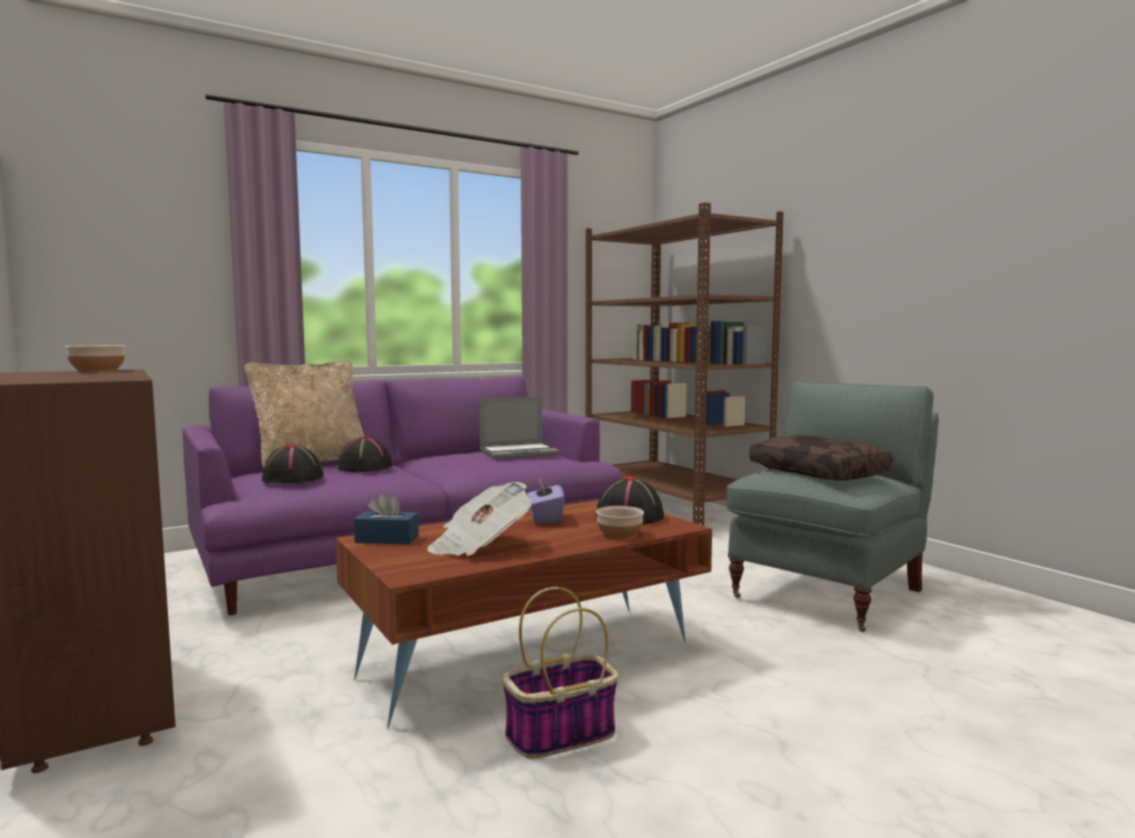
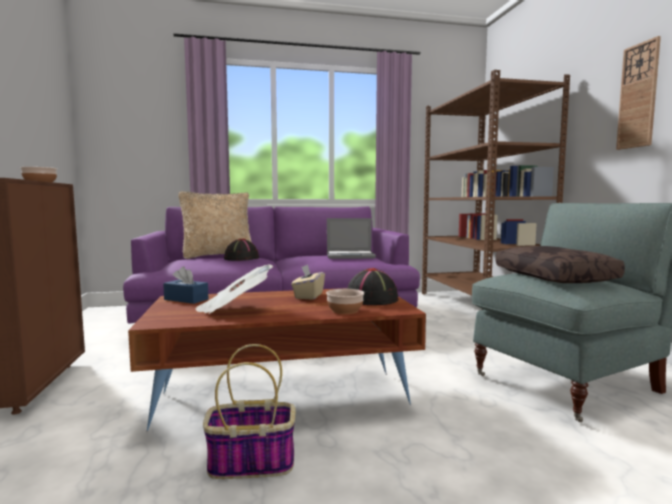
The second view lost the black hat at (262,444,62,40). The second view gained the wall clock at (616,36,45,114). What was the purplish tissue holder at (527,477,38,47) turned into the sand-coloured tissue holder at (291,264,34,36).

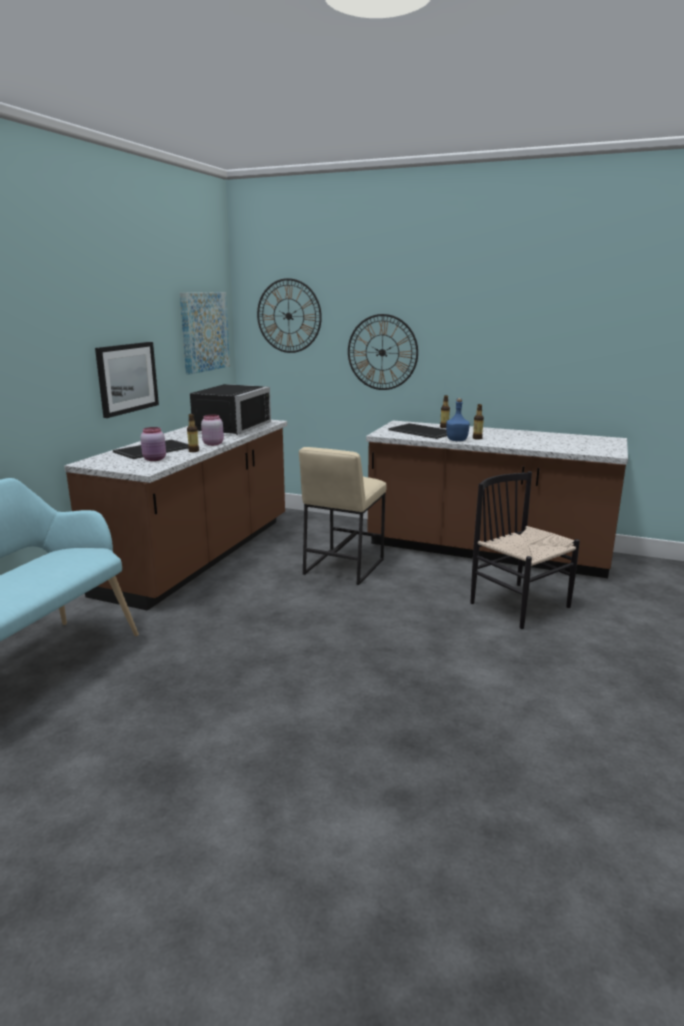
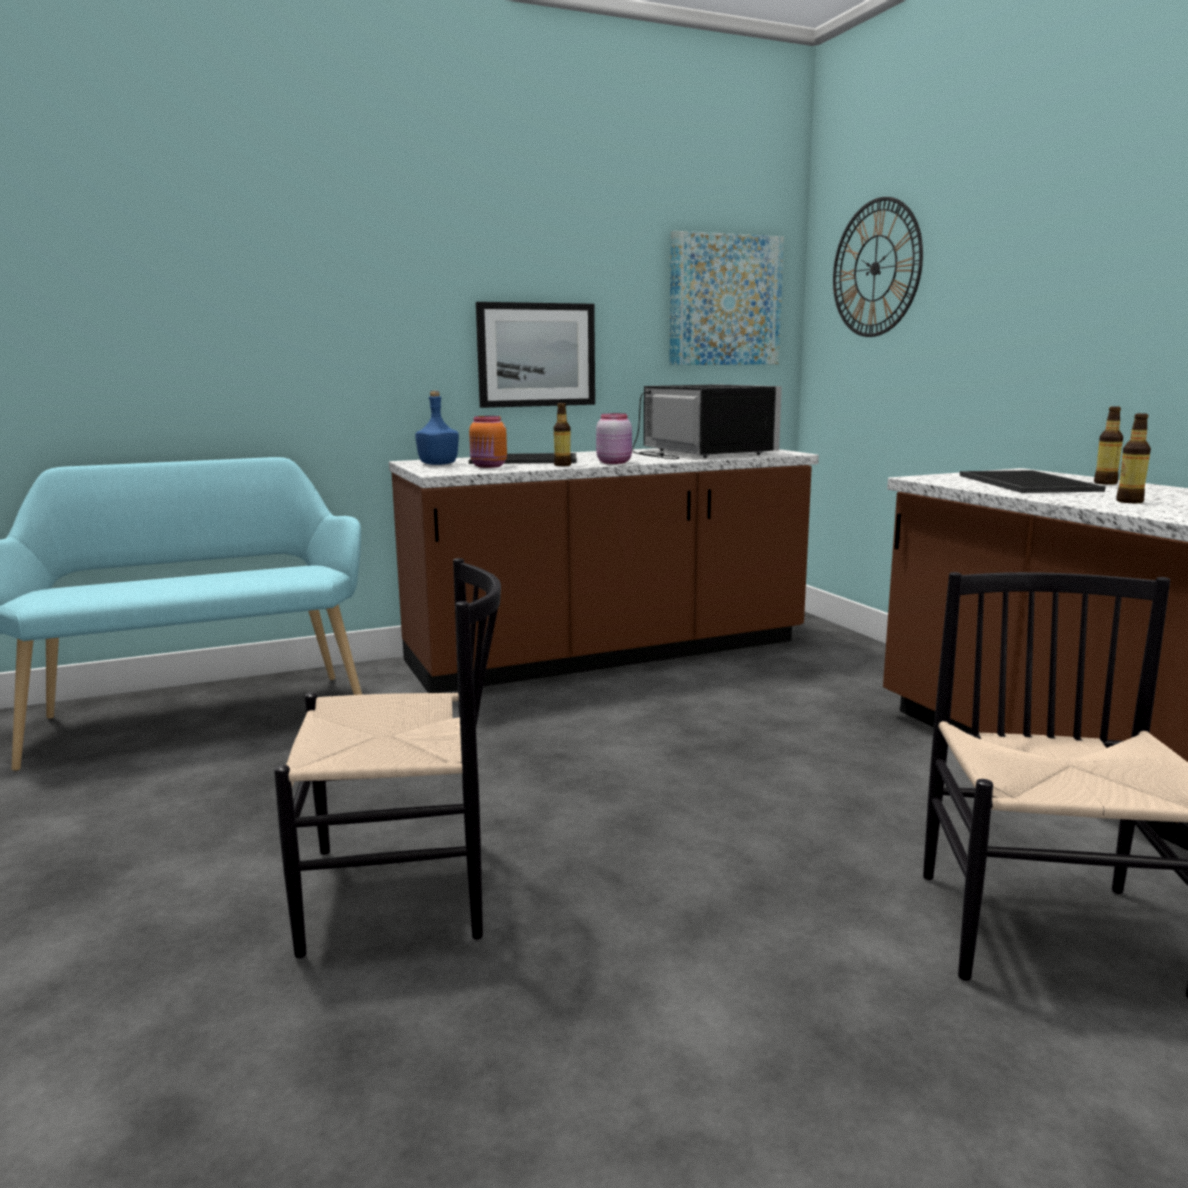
The second view lost the sand-coloured plain chair at (299,447,88,138). The second view lost the wall clock at (348,314,70,76). The second view gained the black plain chair at (274,558,227,400). The blue drink bottle ended up elsewhere, having gone from (446,398,24,43) to (415,391,44,74). What was the pinkish preserve jar at (140,427,26,34) turned into the orange-coloured preserve jar at (469,416,38,52). The black microwave at (190,384,81,51) ended up facing another way, 90 degrees counterclockwise from before.

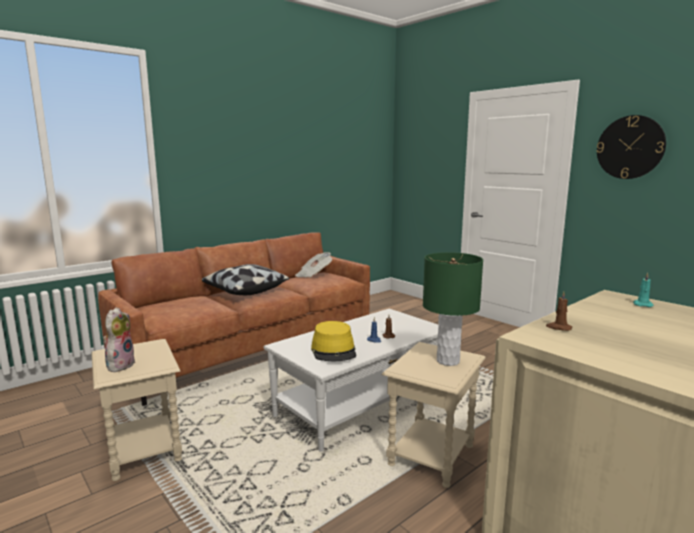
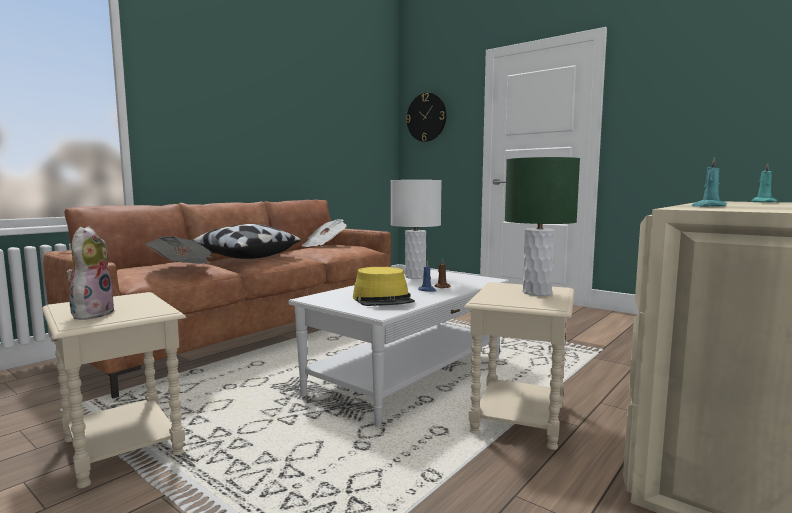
The second view gained the printed paper at (146,236,66,28). The second view gained the white tabletop lamp at (391,180,51,99). The wall clock ended up elsewhere, having gone from (596,115,70,64) to (406,93,41,49). What was the brownish candle at (546,291,26,40) turned into the turquoise-coloured candle at (692,157,35,50).

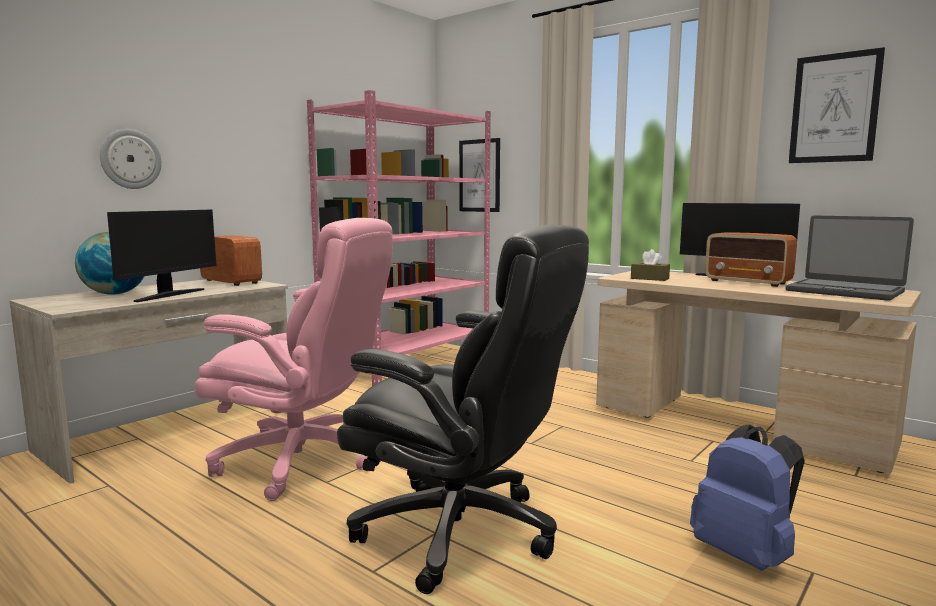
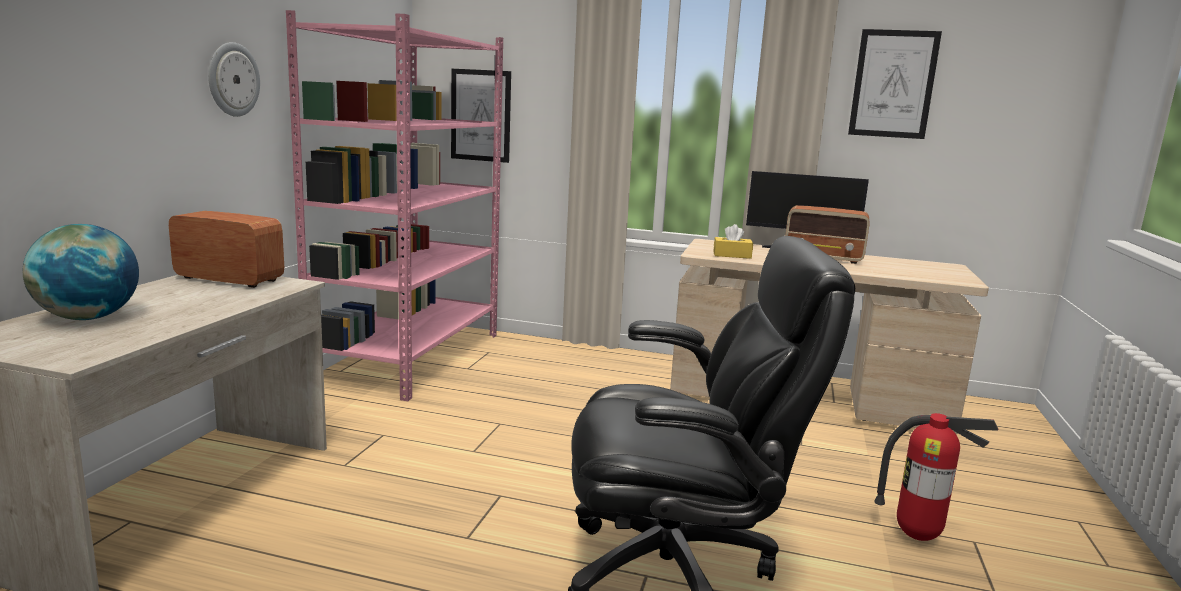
The second view lost the computer display at (107,210,110,92). The second view lost the pinkish computer chair at (195,218,198,283). The second view lost the laptop at (785,216,129,85). The wall clock ended up elsewhere, having gone from (100,129,62,60) to (208,42,52,75). Where the blue backpack stood at (690,424,115,147), the fire-fighting cylinder came to stand at (874,413,124,128). What was the brownish tissue holder at (631,249,39,32) turned into the yellow tissue holder at (713,224,40,35).

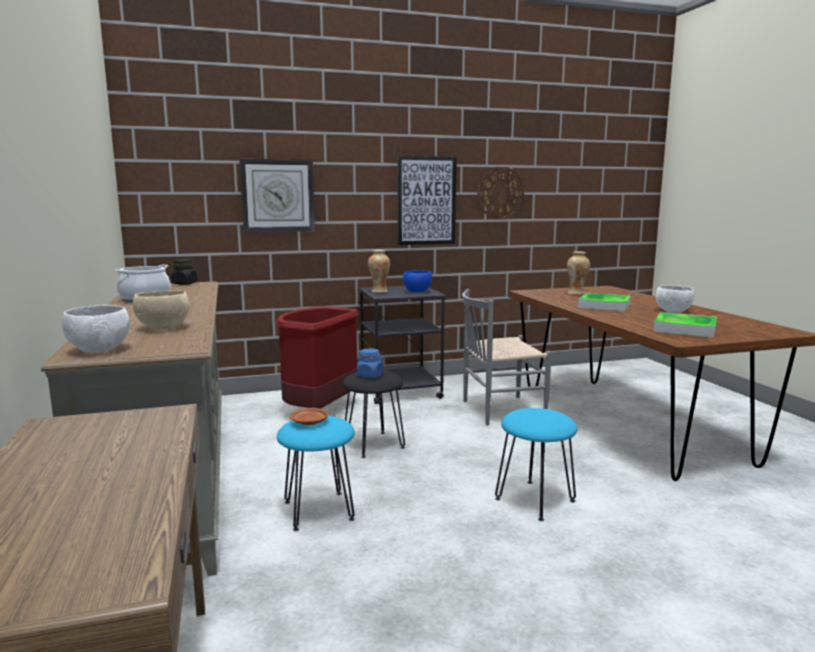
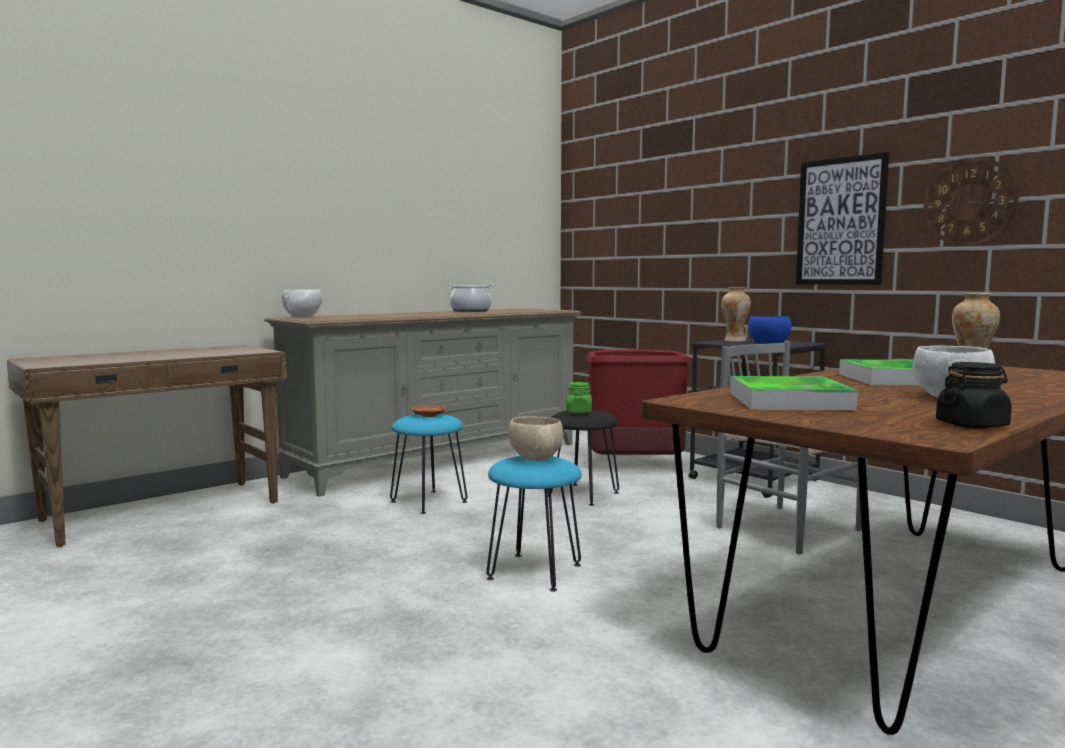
The second view lost the wall clock at (239,159,76,73). The sand-coloured serving bowl ended up elsewhere, having gone from (133,290,57,39) to (508,416,56,45). The black preserve jar ended up elsewhere, having gone from (171,259,27,26) to (936,362,76,67). What was the blue preserve jar at (357,349,27,29) turned into the greenish preserve jar at (566,382,26,32).

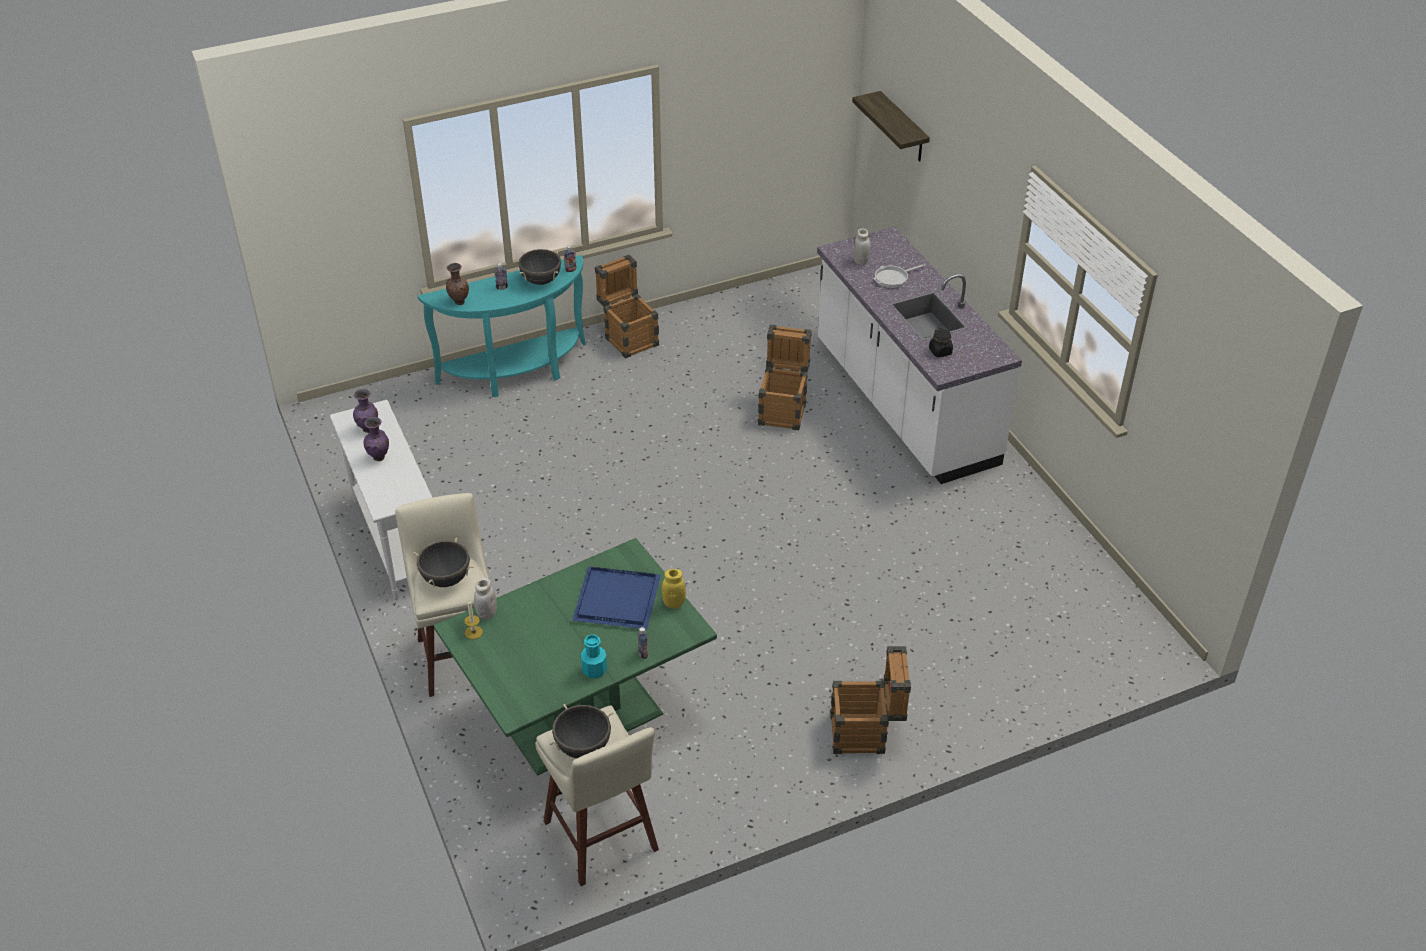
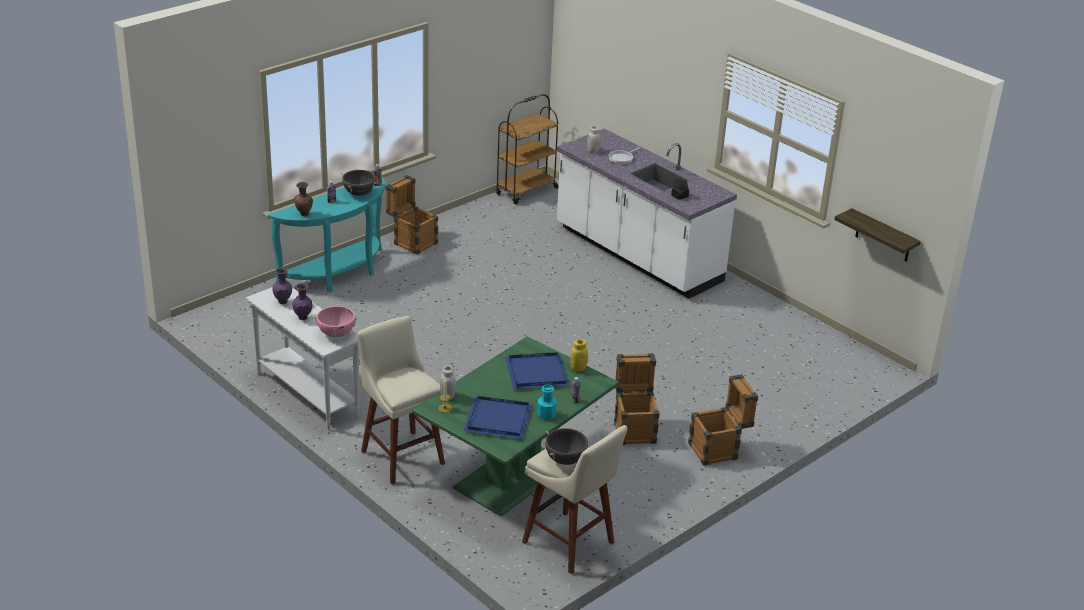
The second view lost the black stockpot at (413,538,60,49). The second view gained the pinkish stockpot at (312,304,48,33). The second view gained the blue tray at (464,396,69,43). The second view gained the brownish trolley at (495,94,64,110). The crate ended up elsewhere, having gone from (758,325,54,105) to (614,353,46,92). The bracket shelf ended up elsewhere, having gone from (852,91,78,71) to (834,208,87,54).

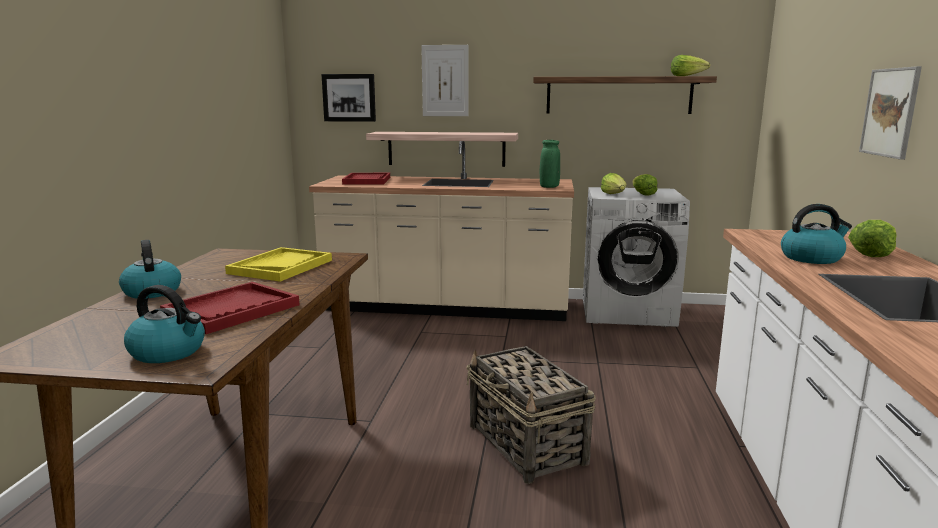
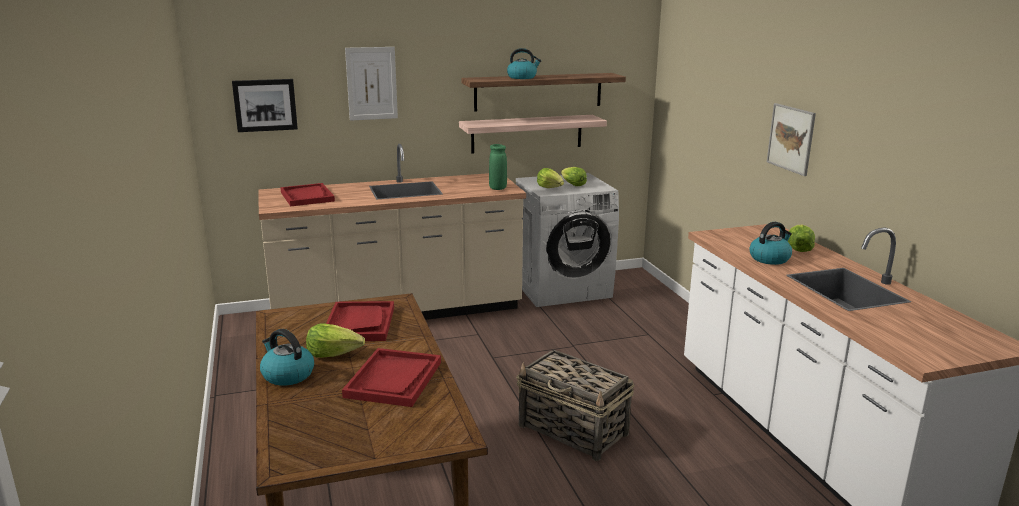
The water kettle ended up elsewhere, having gone from (124,285,81,78) to (507,48,34,31). The bracket shelf ended up elsewhere, having gone from (366,132,152,35) to (459,115,148,39). The lettuce head ended up elsewhere, having gone from (671,55,39,21) to (306,323,59,35). What was the yellow tray at (225,247,107,35) turned into the red-coloured tray at (326,301,68,40).

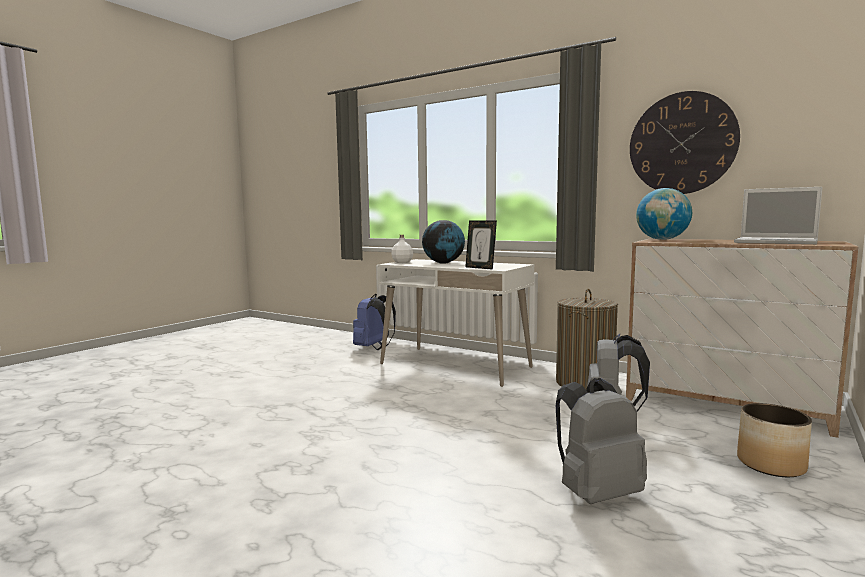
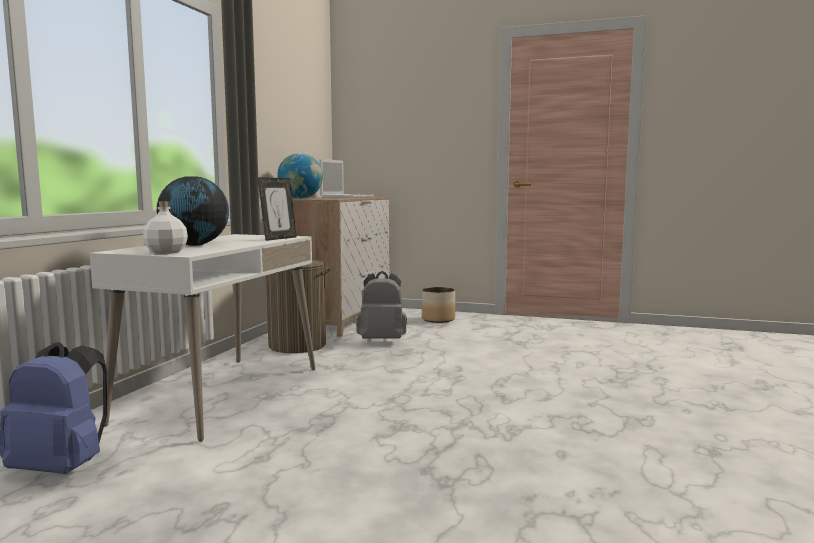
The second view lost the greyish backpack at (556,378,91,126). The second view lost the wall clock at (630,91,110,103).

